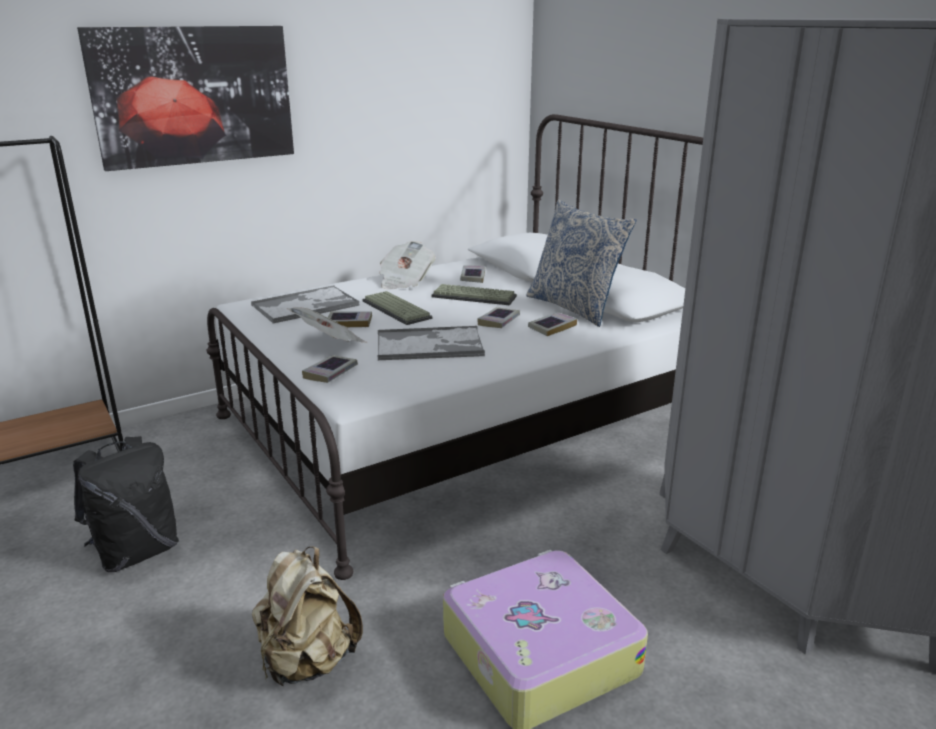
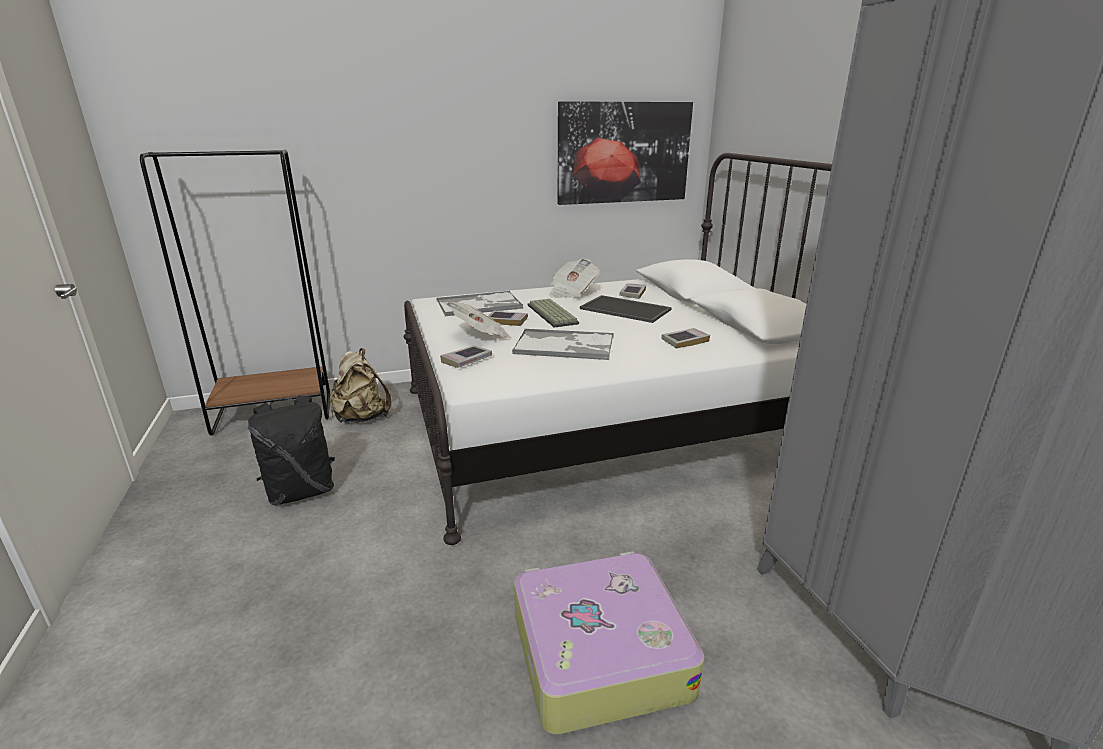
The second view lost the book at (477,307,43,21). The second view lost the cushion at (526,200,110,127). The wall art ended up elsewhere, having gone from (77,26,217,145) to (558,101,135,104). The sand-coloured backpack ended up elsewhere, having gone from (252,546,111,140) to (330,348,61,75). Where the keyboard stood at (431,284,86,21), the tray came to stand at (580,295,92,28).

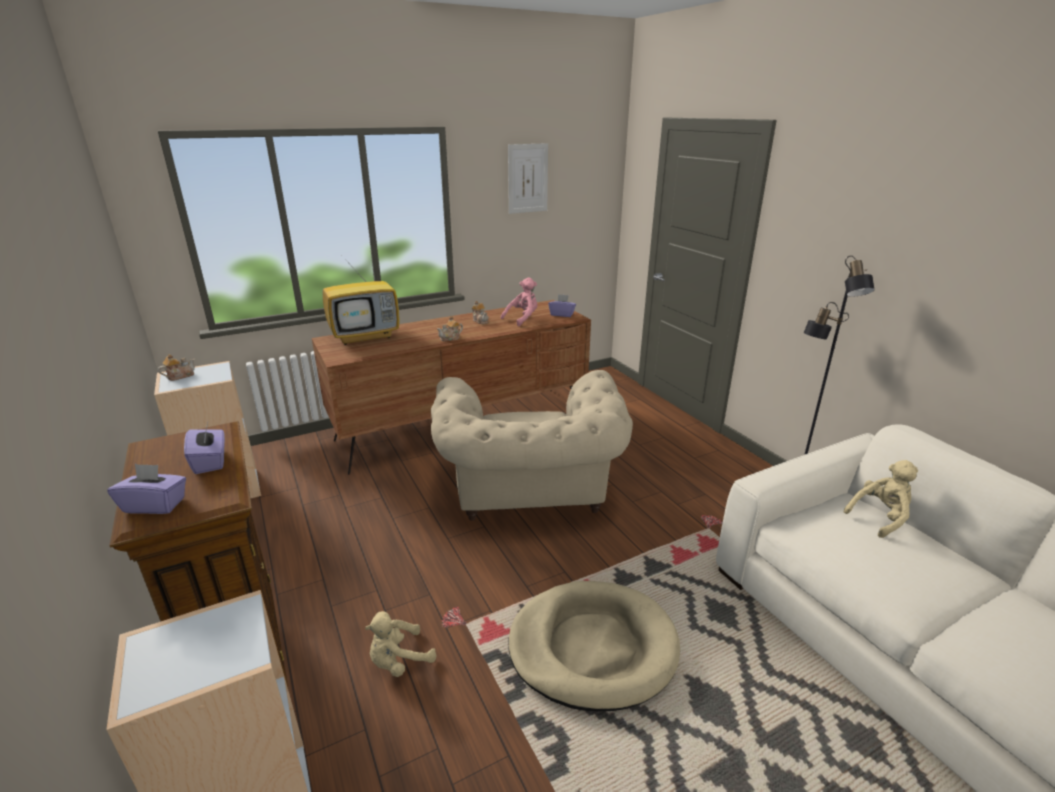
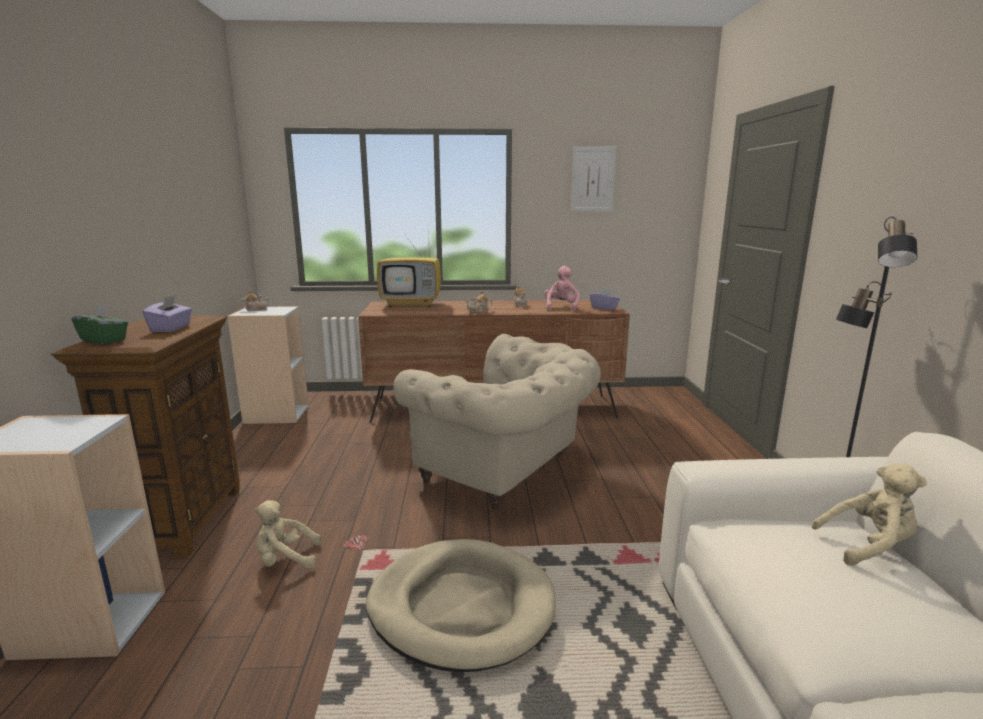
What was the purplish tissue holder at (107,464,79,50) turned into the greenish tissue holder at (72,304,56,40). The sand-coloured easy chair at (431,370,202,151) ended up facing another way, 75 degrees counterclockwise from before. The pinkish soft toy at (501,278,36,48) ended up facing another way, 60 degrees counterclockwise from before.

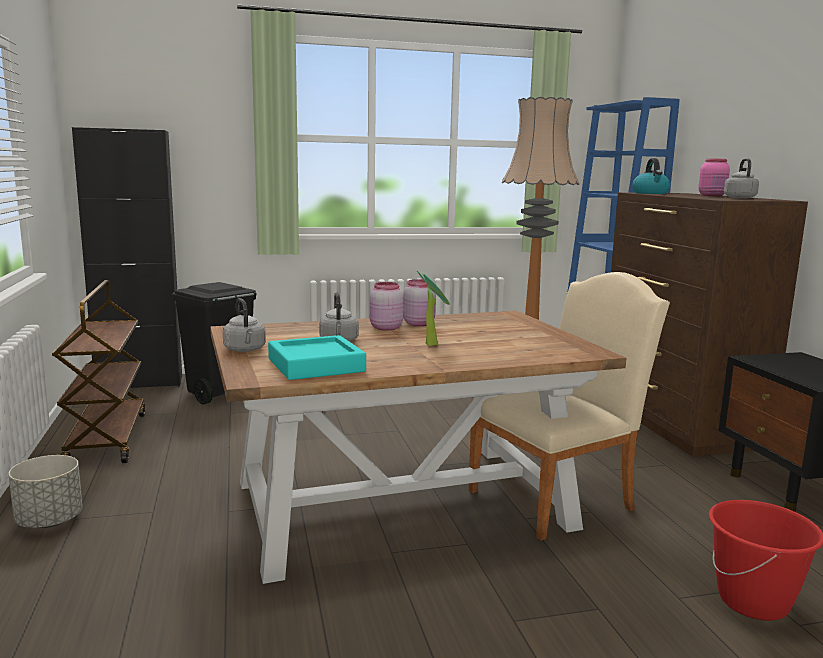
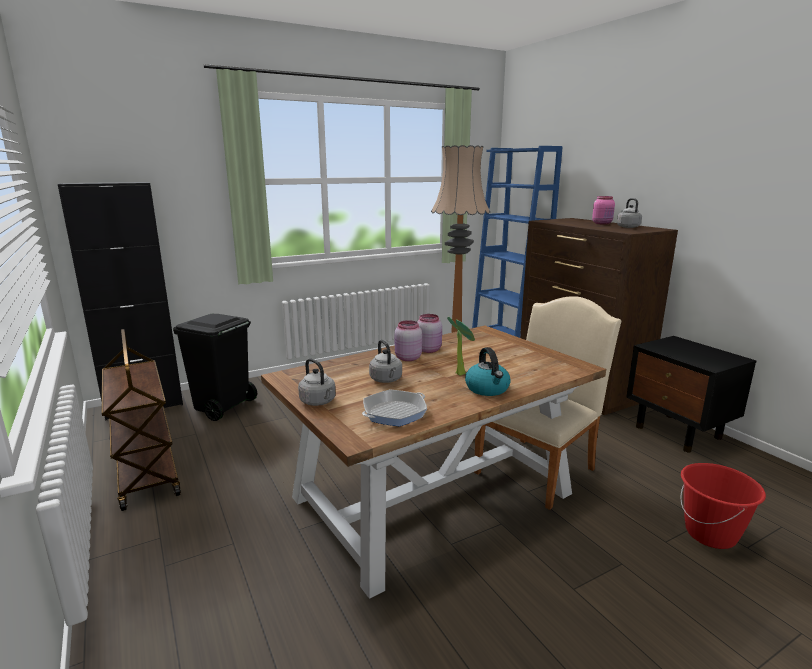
The second view lost the greyish flower pot at (8,455,75,73). The water kettle ended up elsewhere, having gone from (632,158,38,36) to (465,347,46,49). Where the turquoise-coloured tray stood at (268,335,98,45), the skillet came to stand at (362,390,65,37).

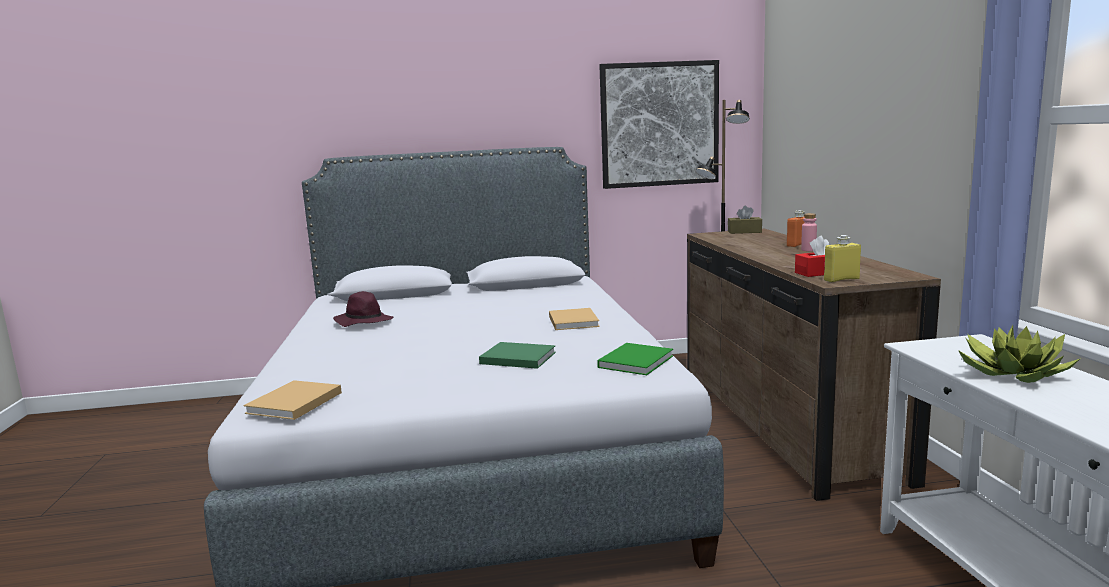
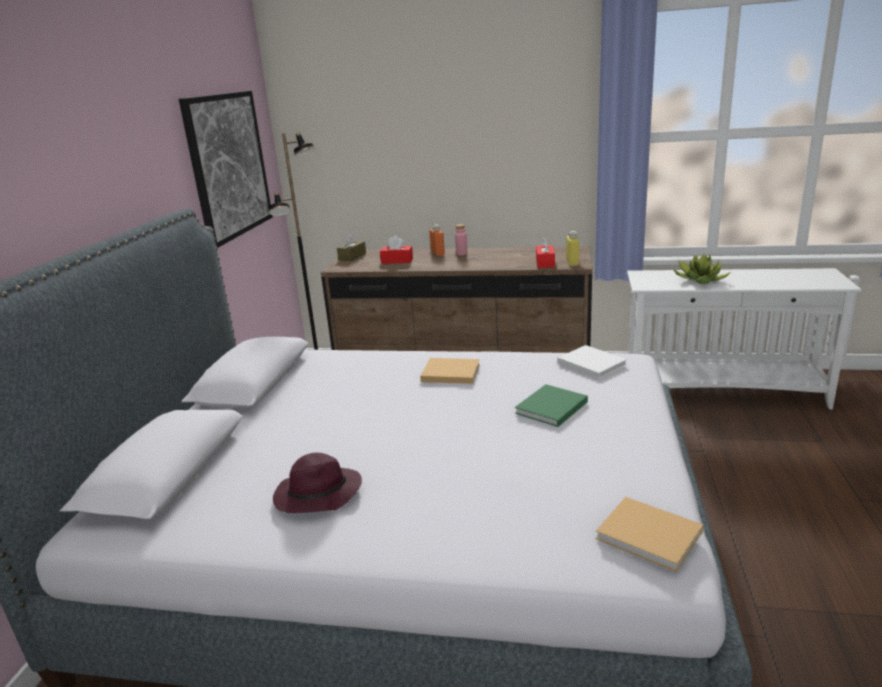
The second view gained the red-coloured tissue holder at (380,236,33,28). What was the greenish book at (597,343,76,32) turned into the white book at (558,345,69,34).

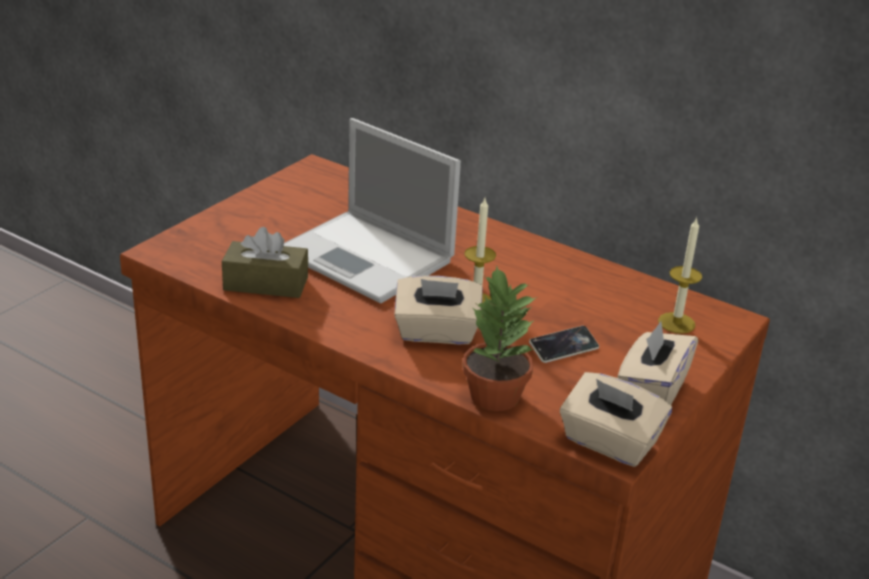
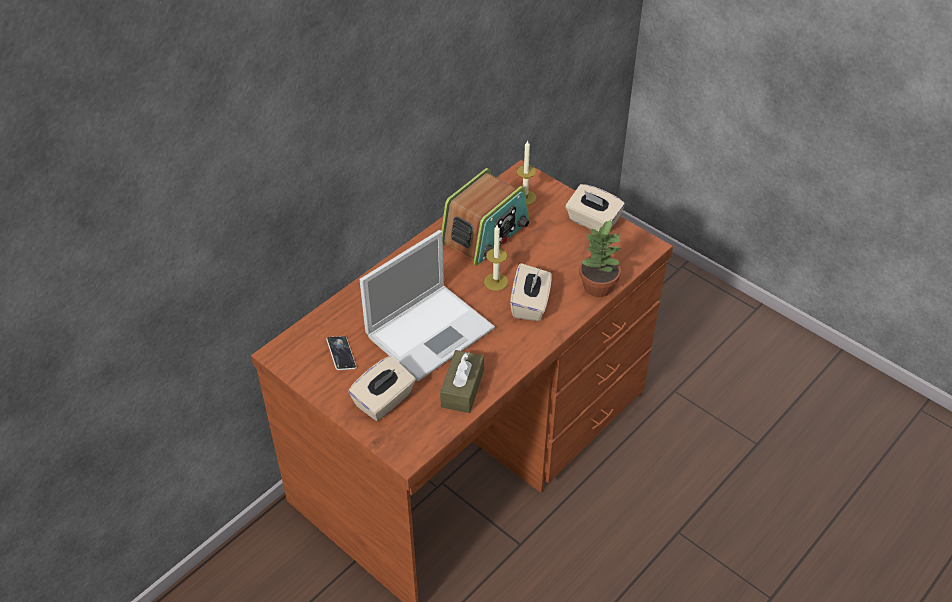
The second view gained the radio receiver at (441,168,88,98). The telephone ended up elsewhere, having gone from (529,326,70,37) to (326,336,30,34). The sand-coloured tissue holder ended up elsewhere, having gone from (560,372,112,95) to (348,356,68,65).

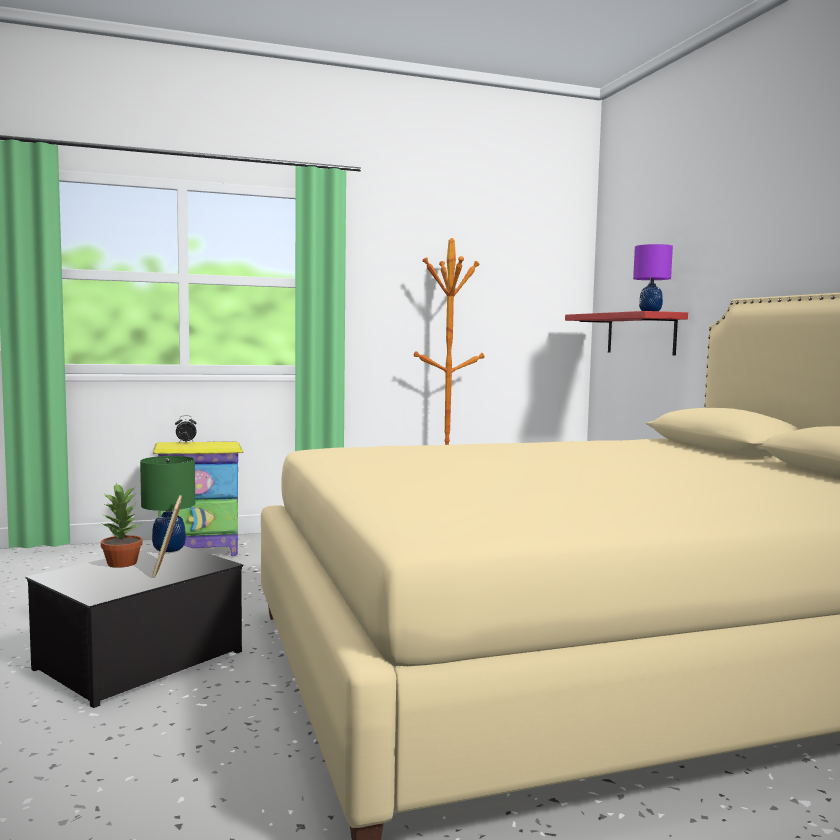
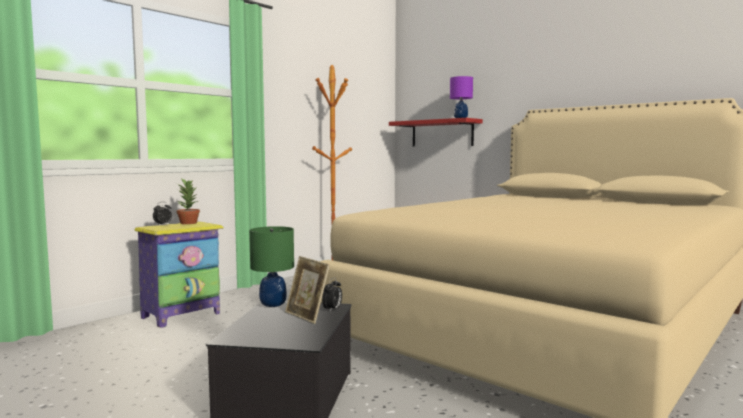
The second view gained the table clock at (322,277,20,35). The houseplant ended up elsewhere, having gone from (101,483,42,85) to (177,178,23,46).

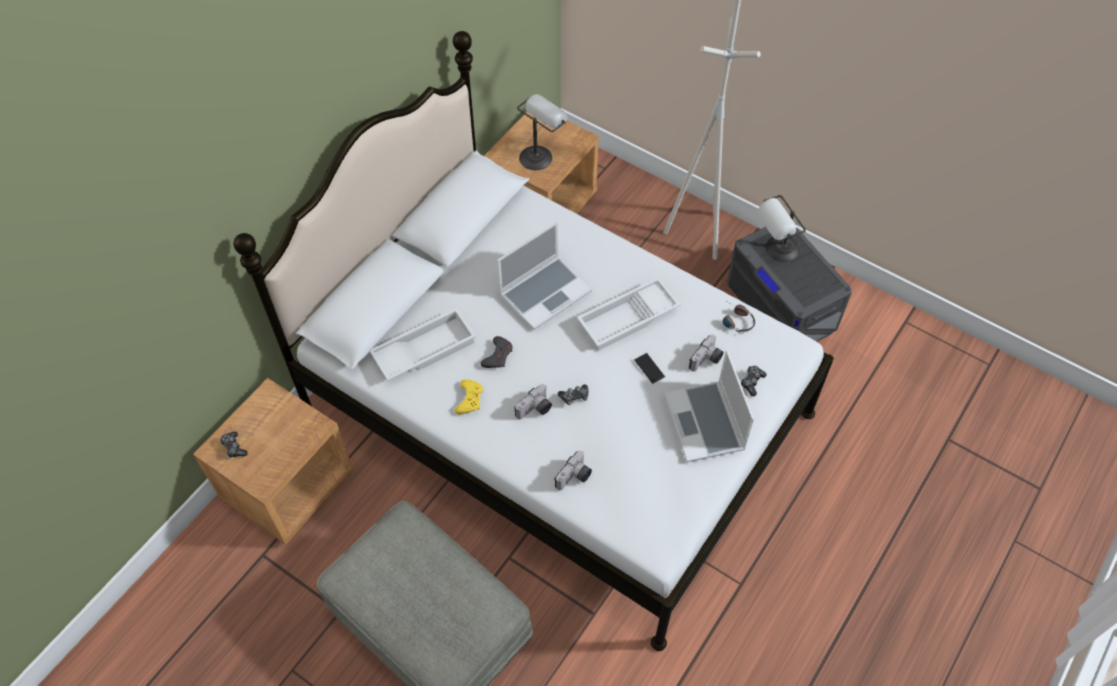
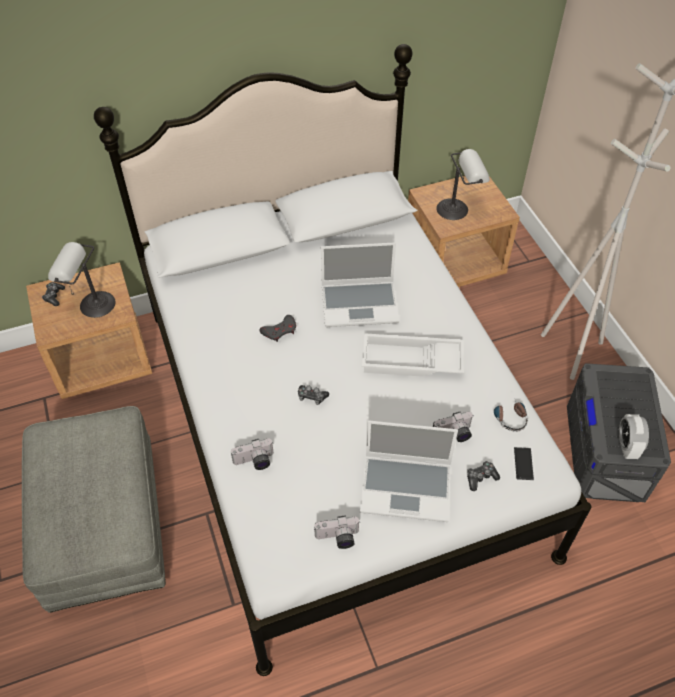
The second view lost the white tray at (370,308,106,73). The second view lost the yellow gamepad at (455,379,28,35). The second view gained the table clock at (619,414,30,45). The still camera ended up elsewhere, having gone from (514,384,38,36) to (314,515,46,34). The telephone ended up elsewhere, having gone from (634,353,31,31) to (514,447,20,33). The tabletop lamp ended up elsewhere, having gone from (757,195,49,67) to (48,242,67,76). The laptop at (664,350,90,112) ended up facing another way, 105 degrees counterclockwise from before.

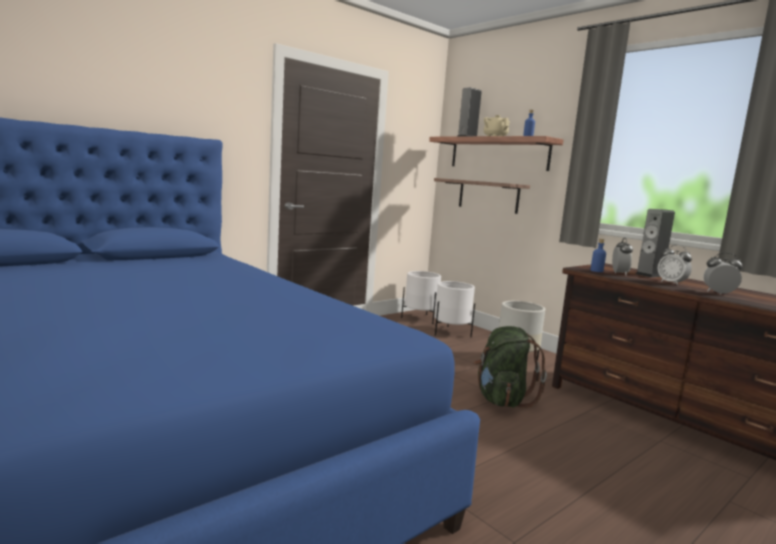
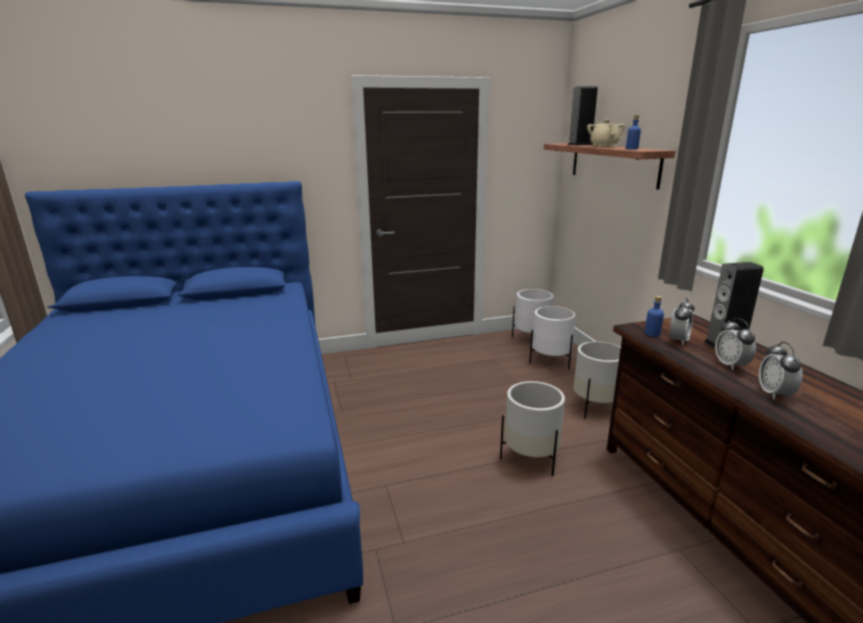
The second view lost the bracket shelf at (434,178,96,36). Where the greenish backpack stood at (473,326,74,82), the white flower pot came to stand at (500,381,65,95). The table clock at (703,252,40,43) ended up facing another way, 120 degrees counterclockwise from before.

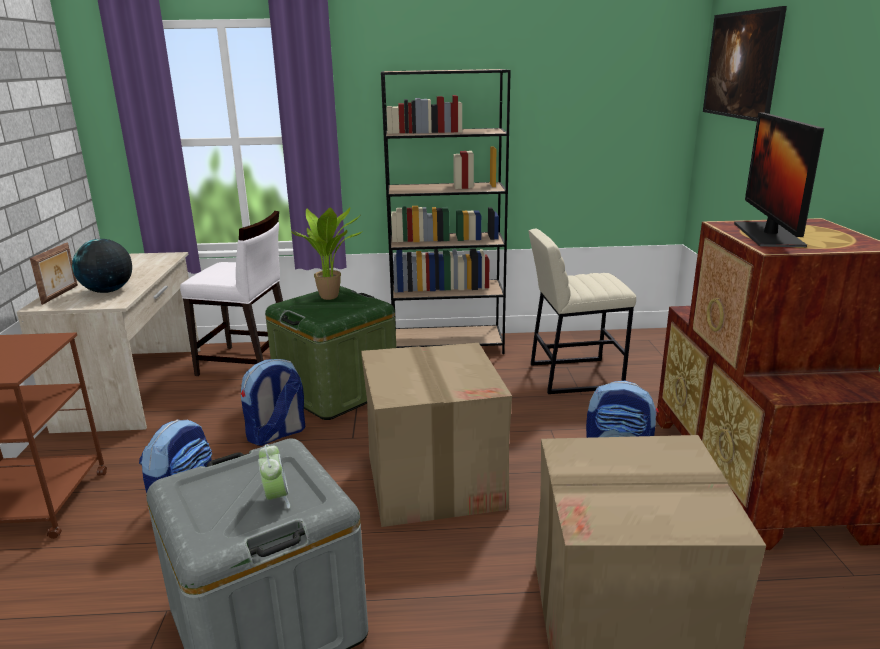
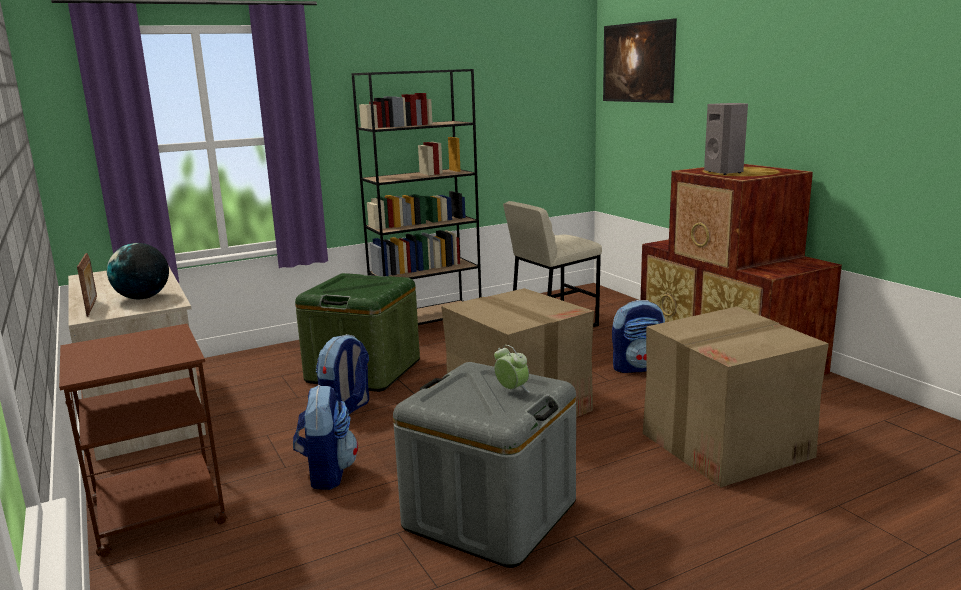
The second view lost the white plain chair at (180,211,103,165). The second view lost the houseplant at (291,207,73,93). Where the computer display stood at (734,113,90,134), the greyish loudspeaker came to stand at (704,103,44,72).

